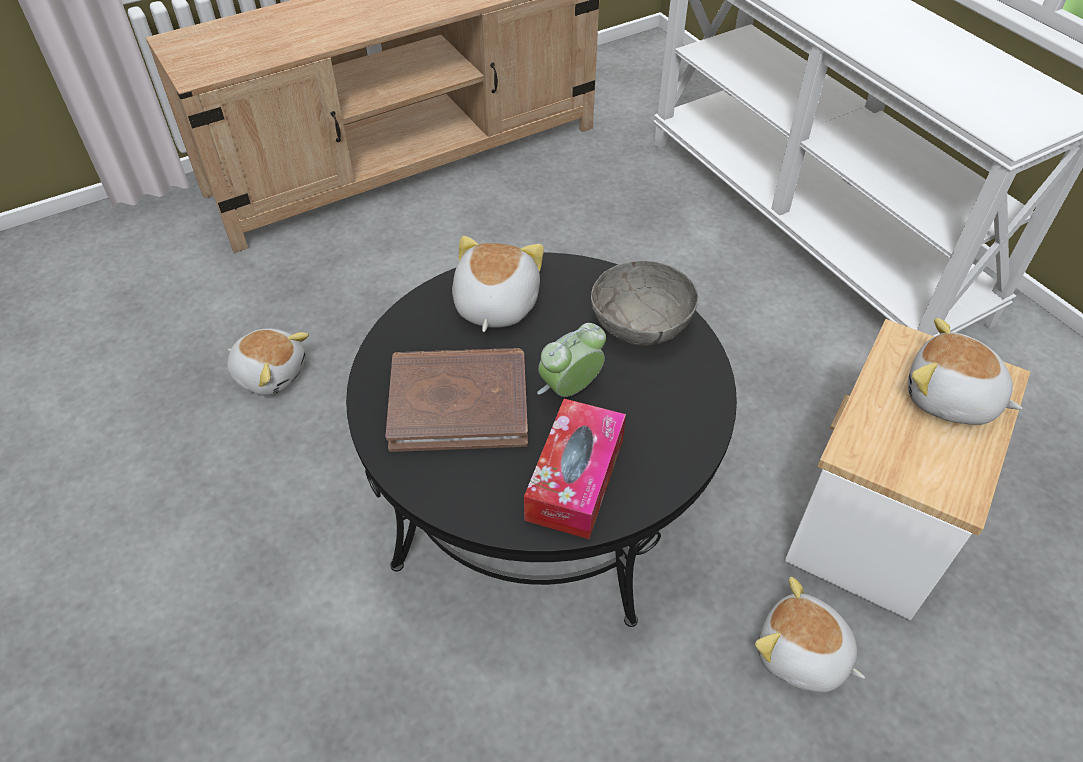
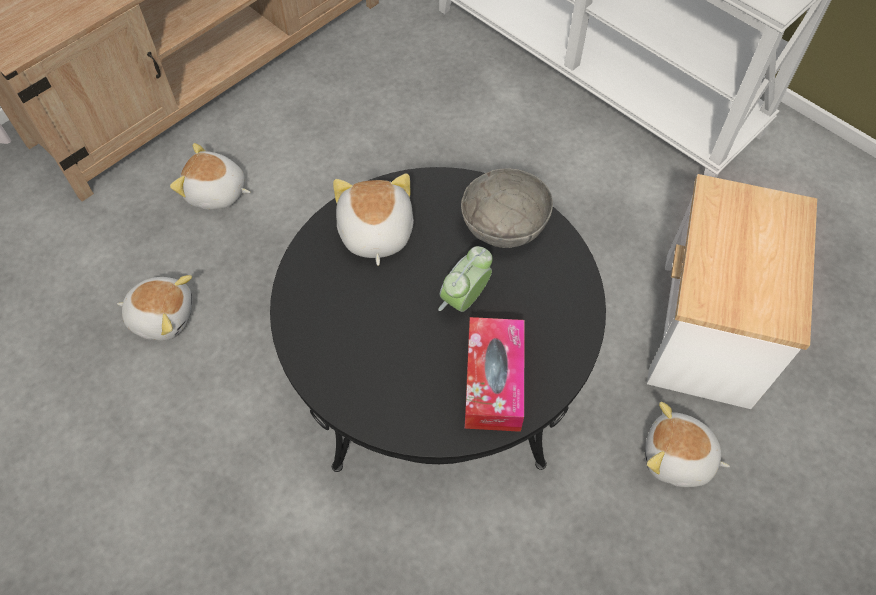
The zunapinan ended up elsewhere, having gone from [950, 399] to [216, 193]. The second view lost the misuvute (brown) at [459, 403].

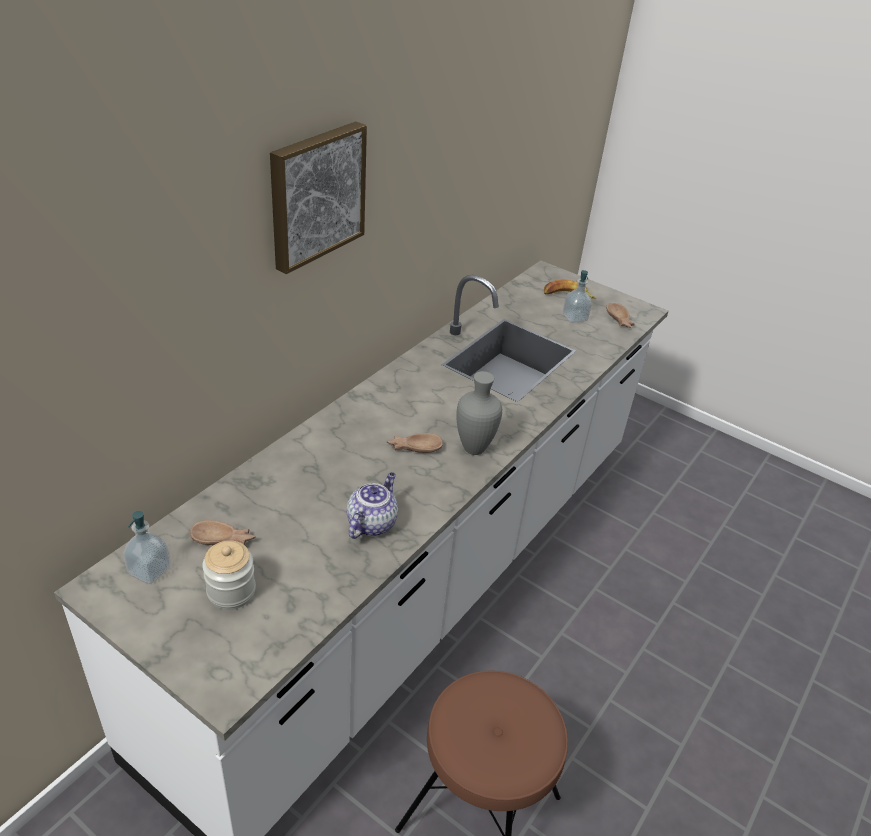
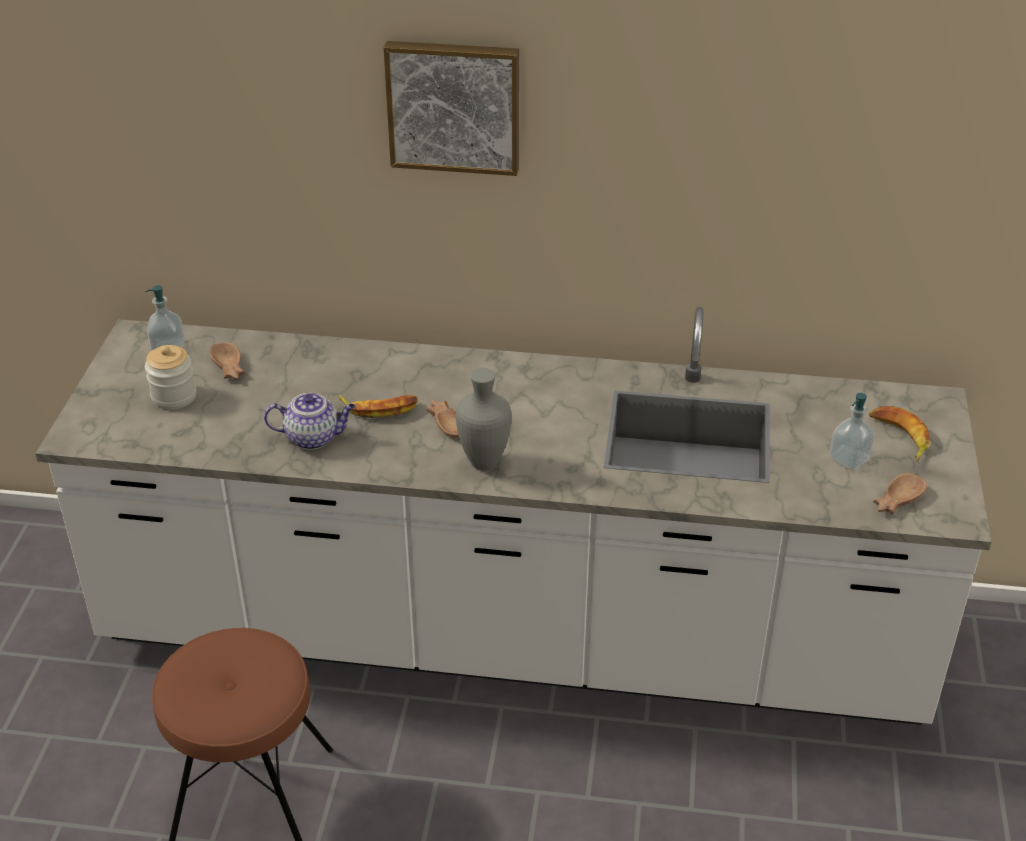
The second view gained the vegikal at [379, 408].

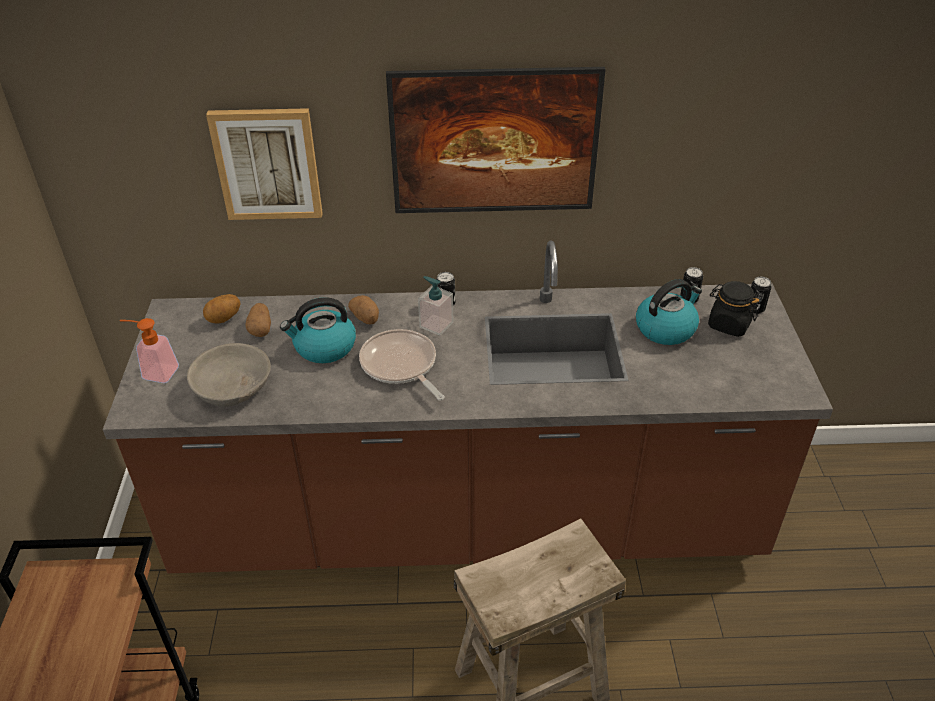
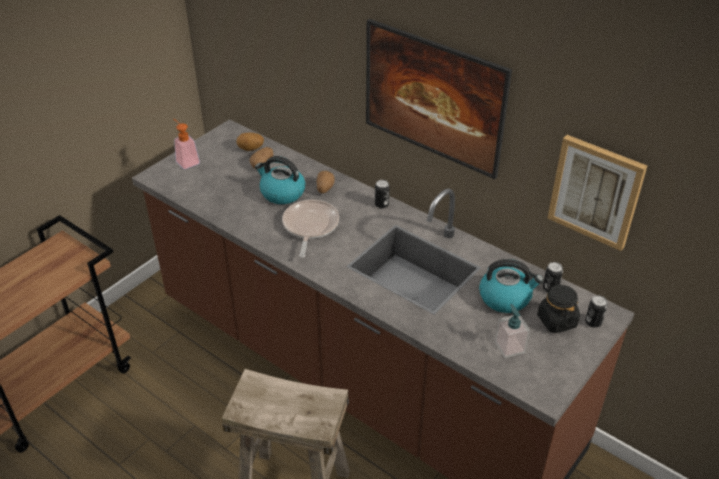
The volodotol ended up elsewhere, having gone from [267, 164] to [596, 191]. The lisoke ended up elsewhere, having gone from [436, 324] to [509, 347]. The second view lost the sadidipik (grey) at [233, 387].

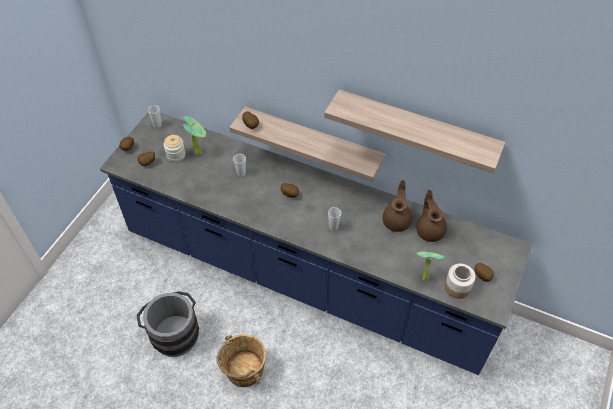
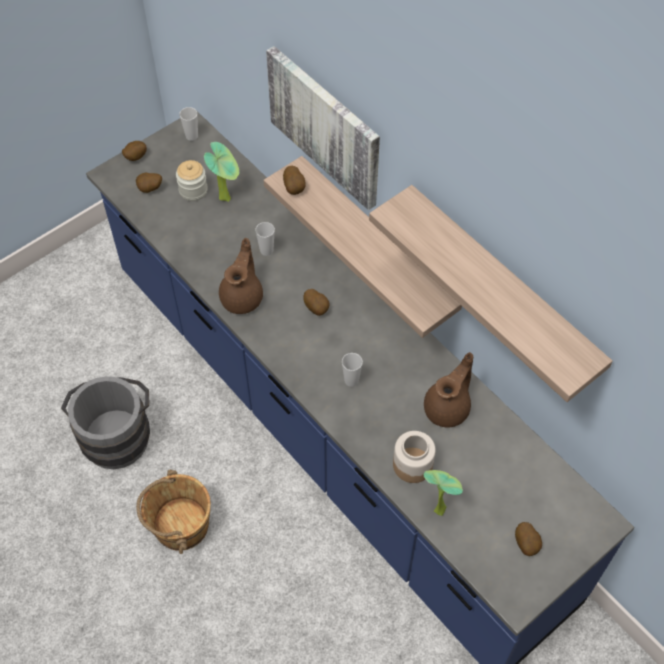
The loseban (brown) ended up elsewhere, having gone from [430, 230] to [243, 297]. The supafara ended up elsewhere, having gone from [457, 287] to [412, 464]. The second view gained the volodotol at [325, 126].

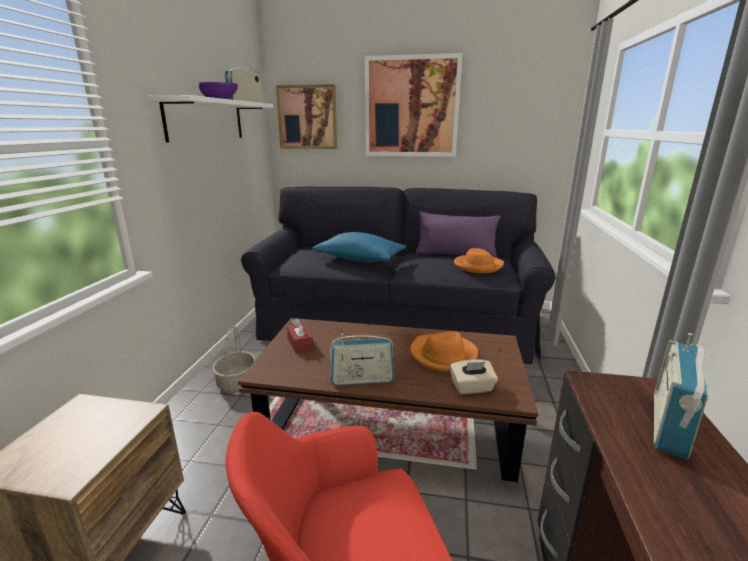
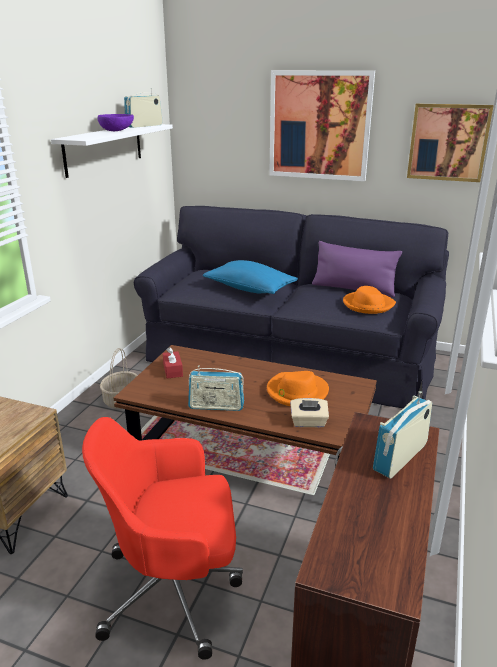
The volodotol ended up elsewhere, having gone from [307, 117] to [448, 142].

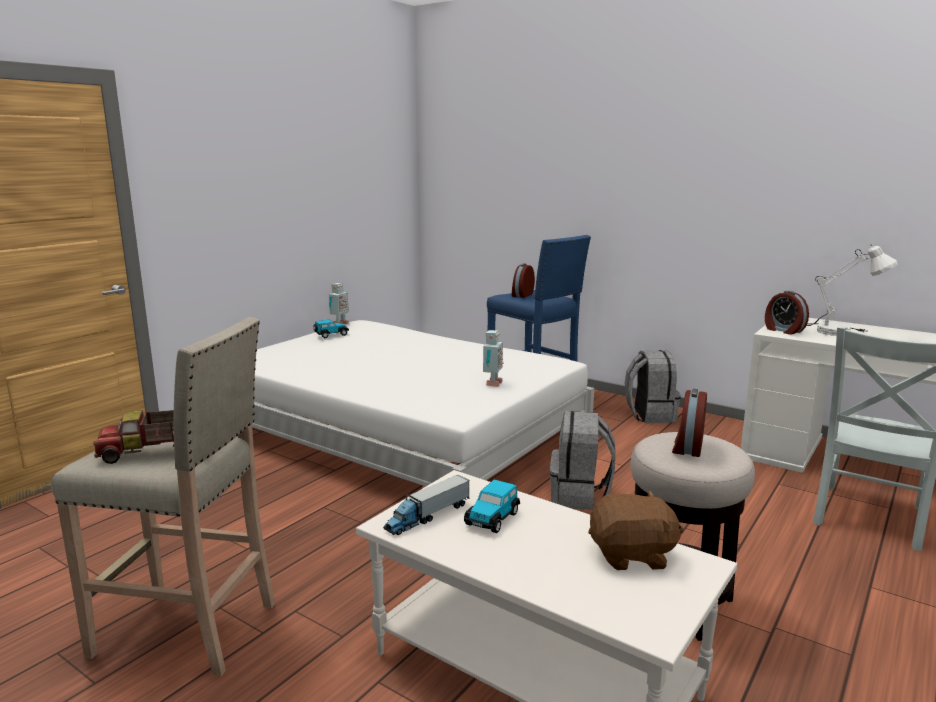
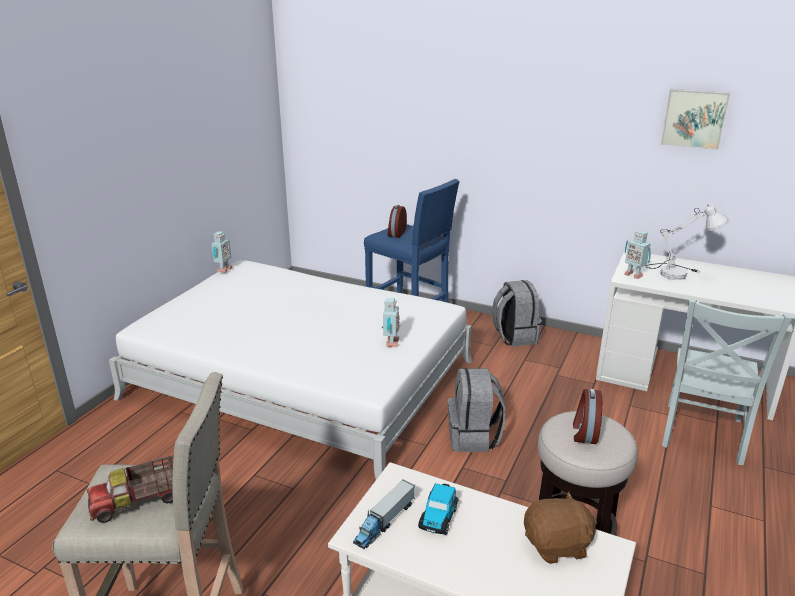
Where the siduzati stood at [783, 330], the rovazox came to stand at [633, 275]. The second view lost the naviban at [331, 335]. The second view gained the volodotol at [694, 118].

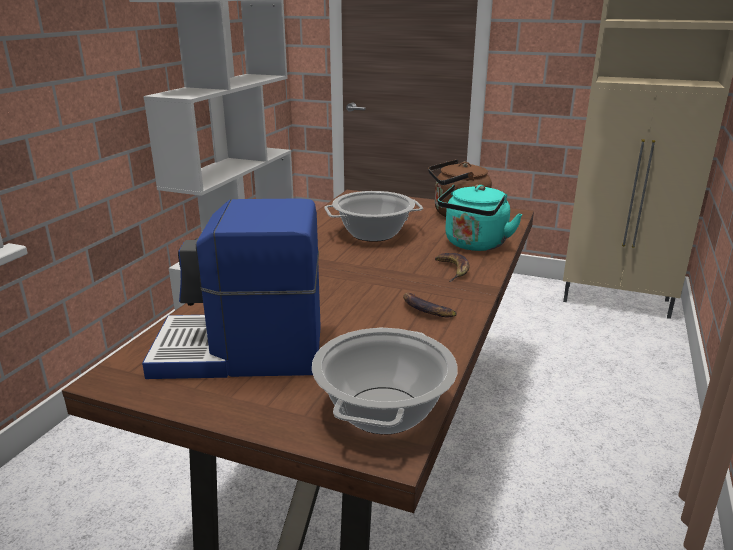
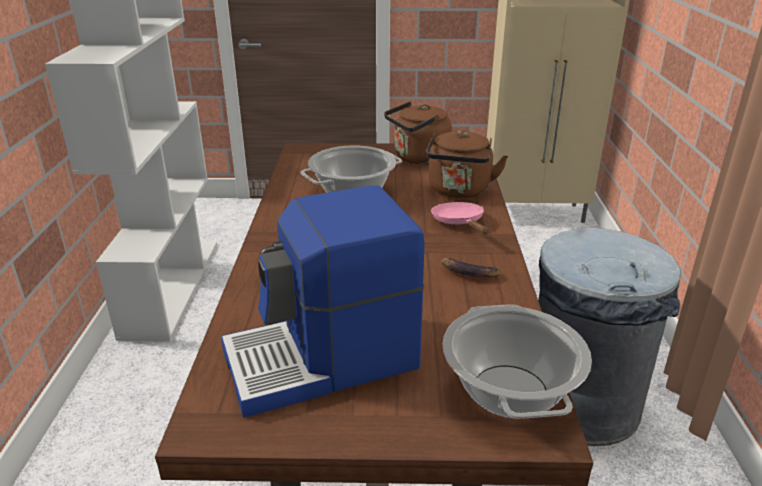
What was the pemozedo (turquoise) at [474, 245] turned into the pemozedo (brown) at [459, 191]. Where the vegikal stood at [452, 270], the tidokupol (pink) came to stand at [459, 223]. The second view gained the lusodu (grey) at [582, 404].

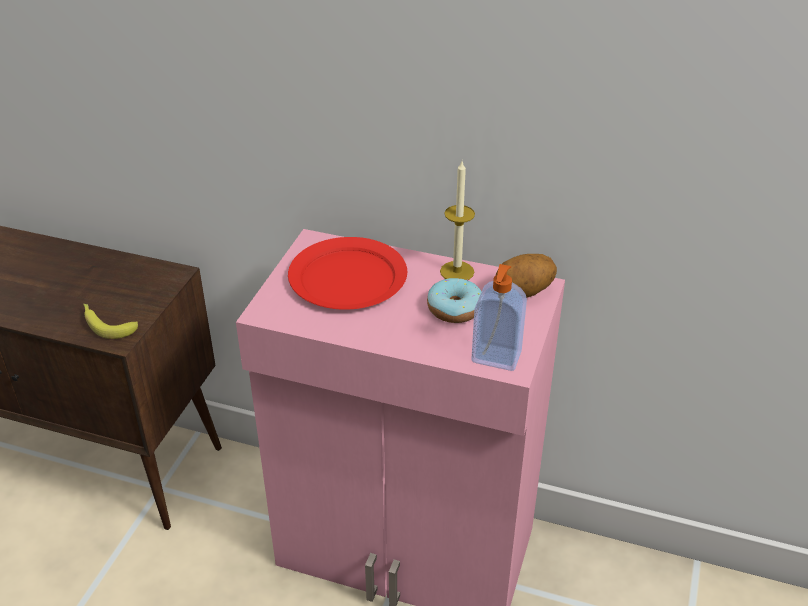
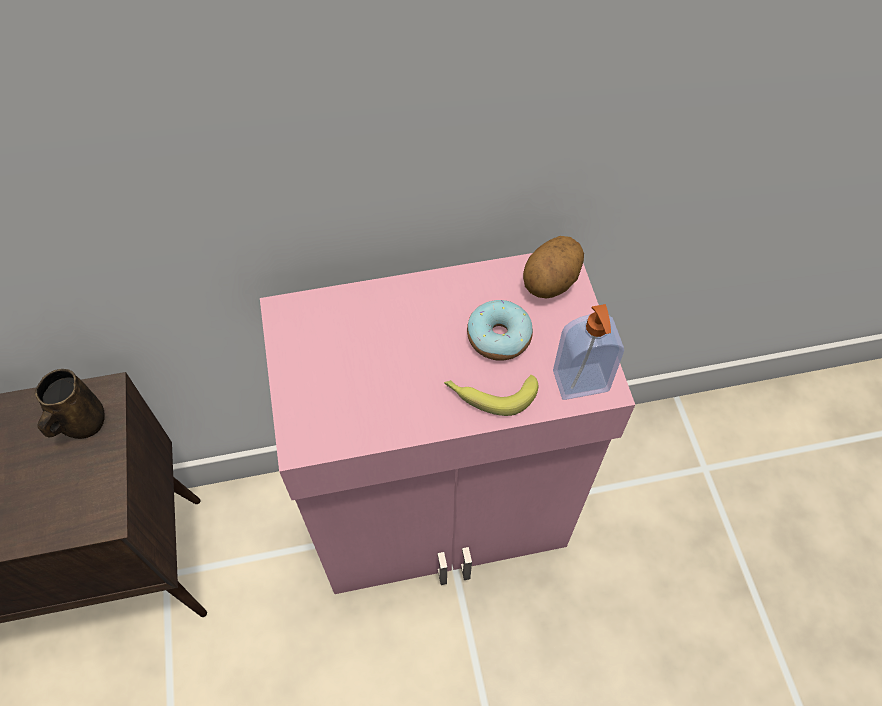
The second view lost the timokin at [457, 271]. The second view lost the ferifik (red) at [347, 278]. The vegikal ended up elsewhere, having gone from [106, 324] to [489, 394]. The second view gained the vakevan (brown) at [82, 423].

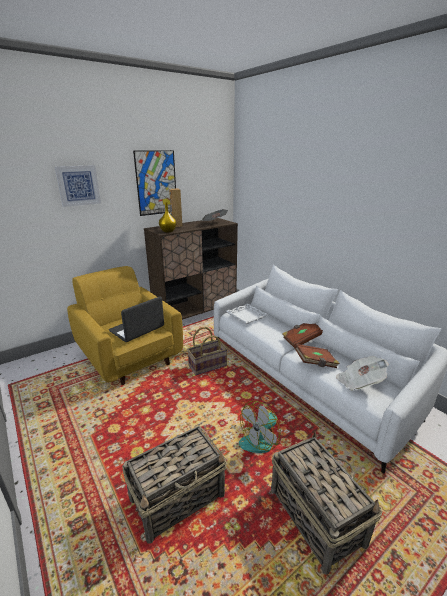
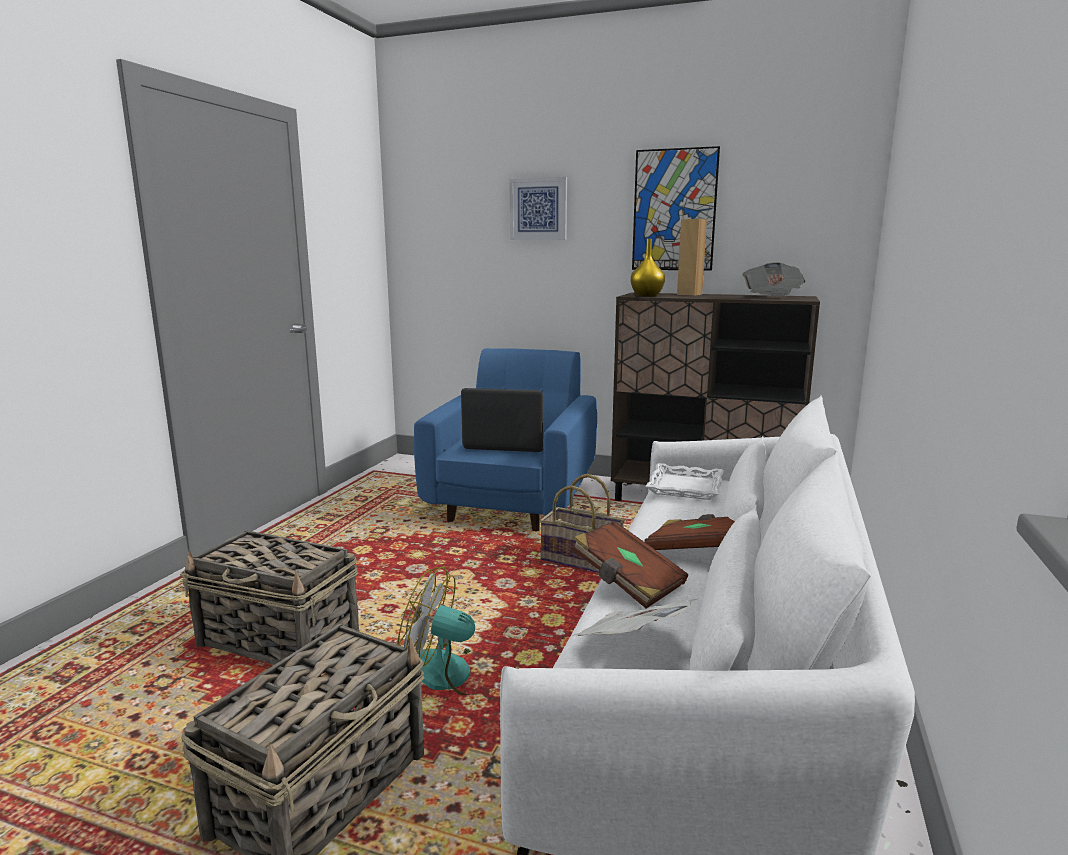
What was the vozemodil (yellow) at [129, 356] turned into the vozemodil (blue) at [514, 501].

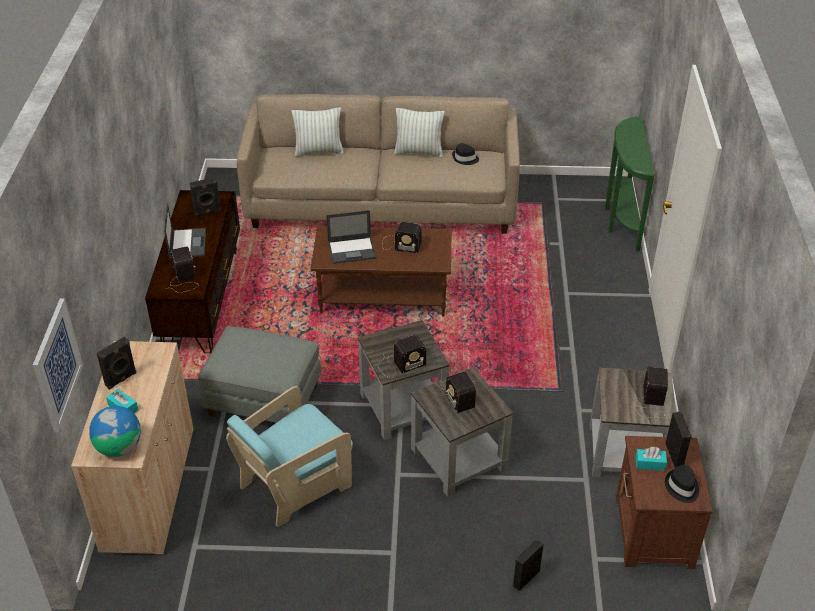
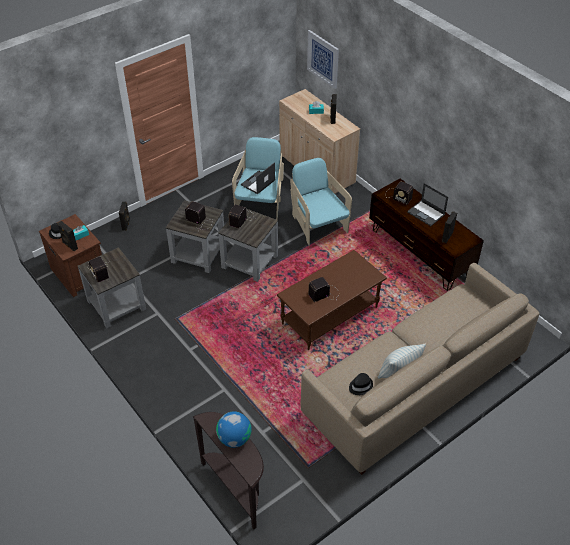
The second view lost the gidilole at [319, 151]. What was the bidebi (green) at [621, 221] turned into the bidebi (brown) at [236, 488]. The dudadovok ended up elsewhere, having gone from [352, 250] to [257, 183]. Where the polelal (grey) stood at [263, 401], the vozemodil (turquoise) came to stand at [318, 225]. The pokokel ended up elsewhere, having gone from [119, 447] to [234, 438].

